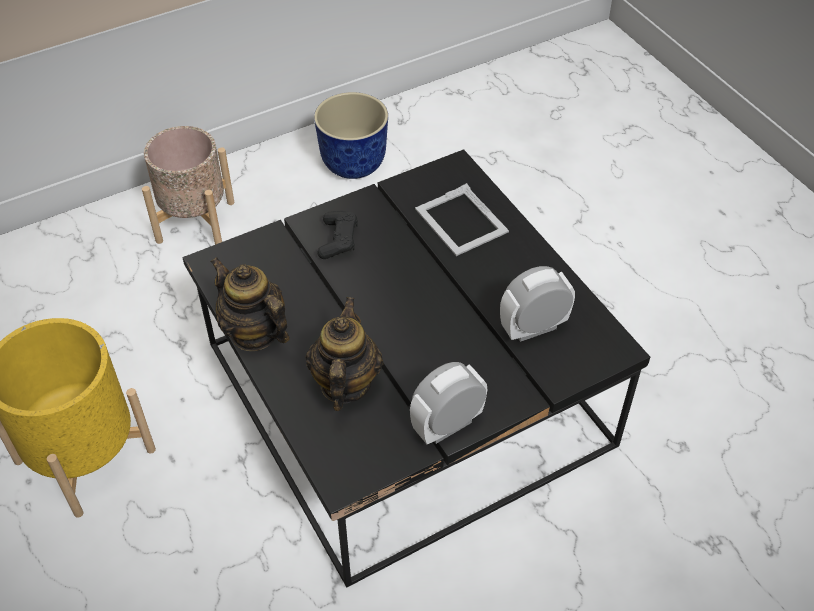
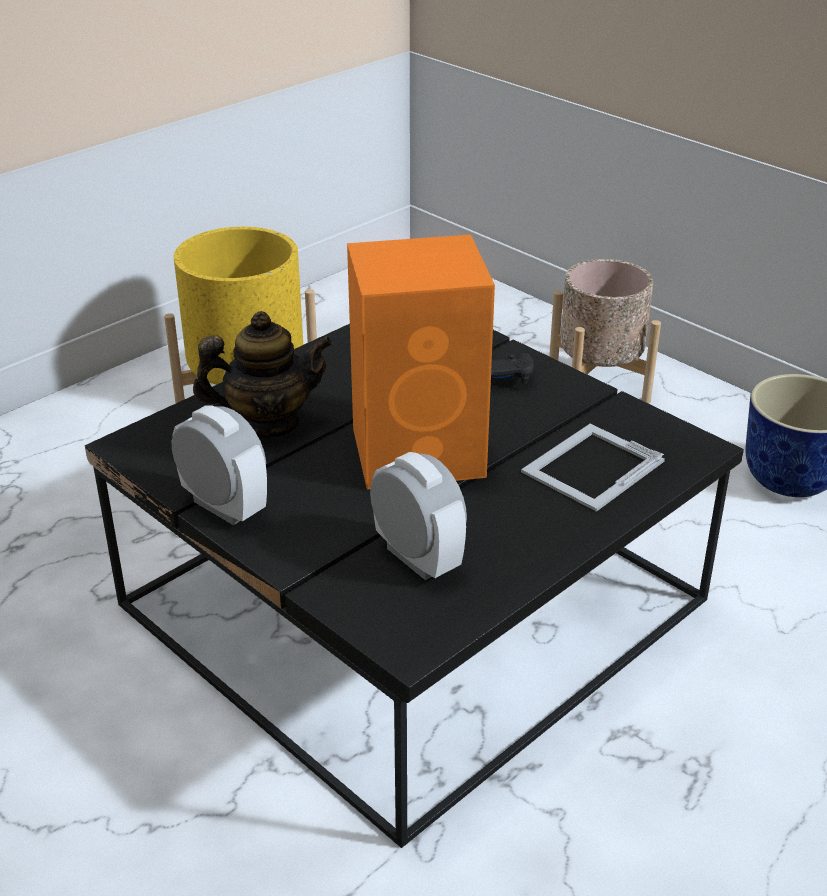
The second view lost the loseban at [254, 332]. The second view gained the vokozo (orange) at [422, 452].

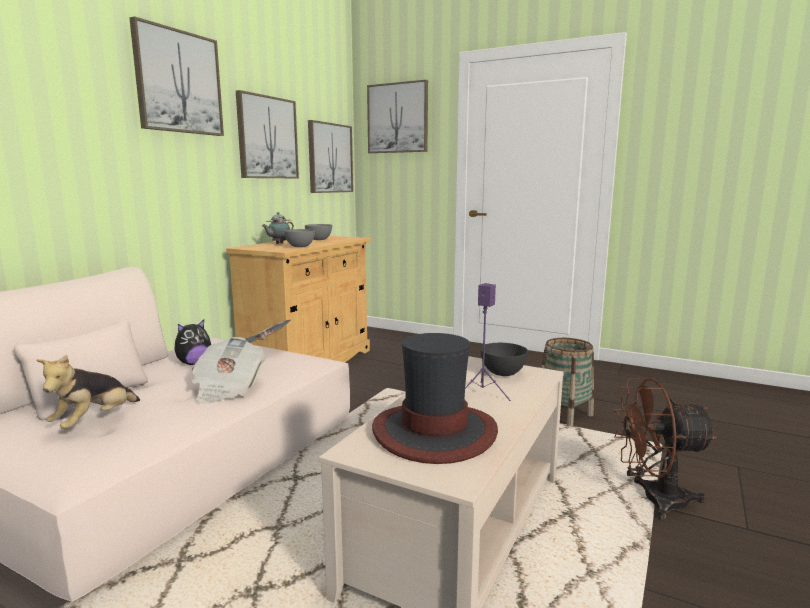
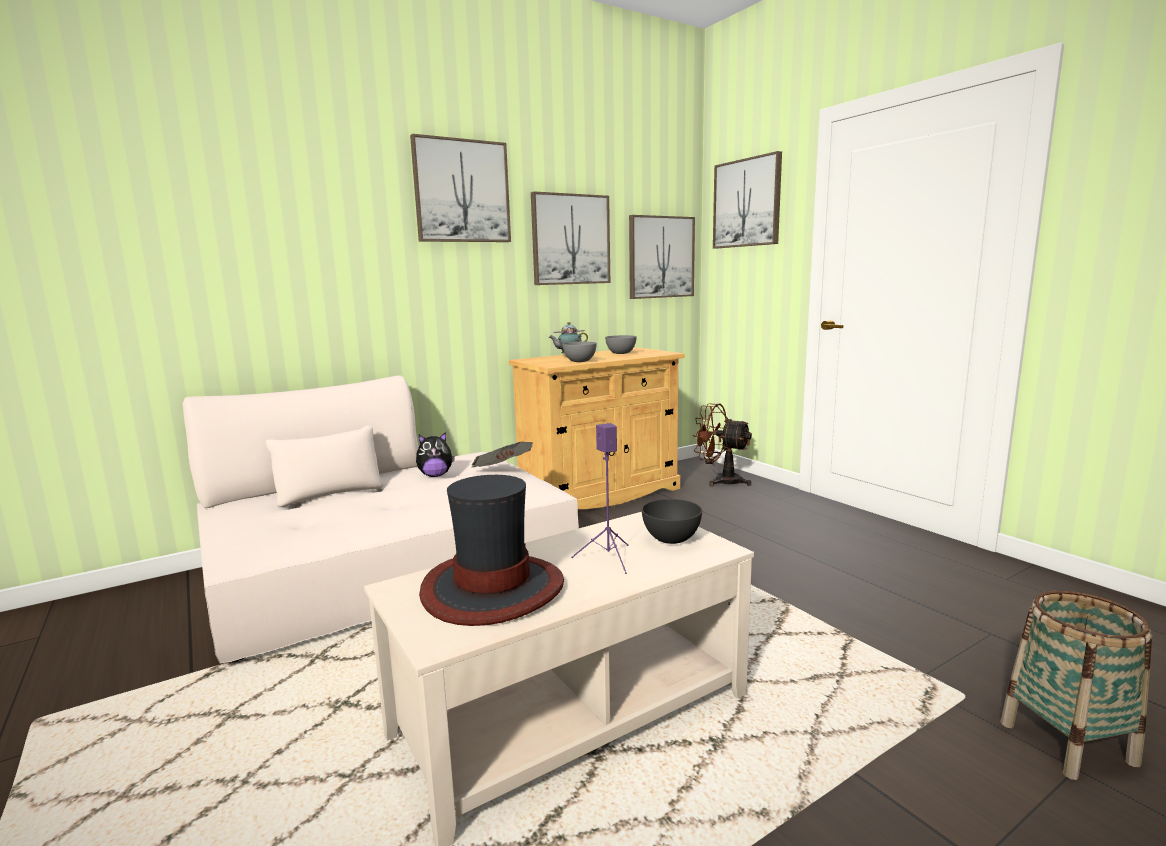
The second view lost the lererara at [227, 388]. The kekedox ended up elsewhere, having gone from [564, 414] to [1067, 743]. The second view lost the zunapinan at [94, 421]. The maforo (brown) ended up elsewhere, having gone from [653, 499] to [720, 480].

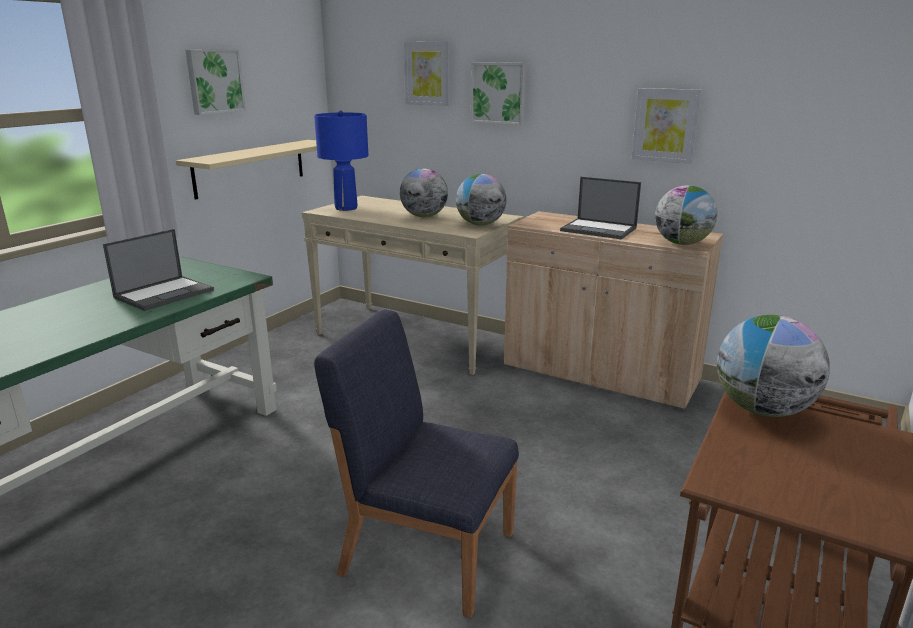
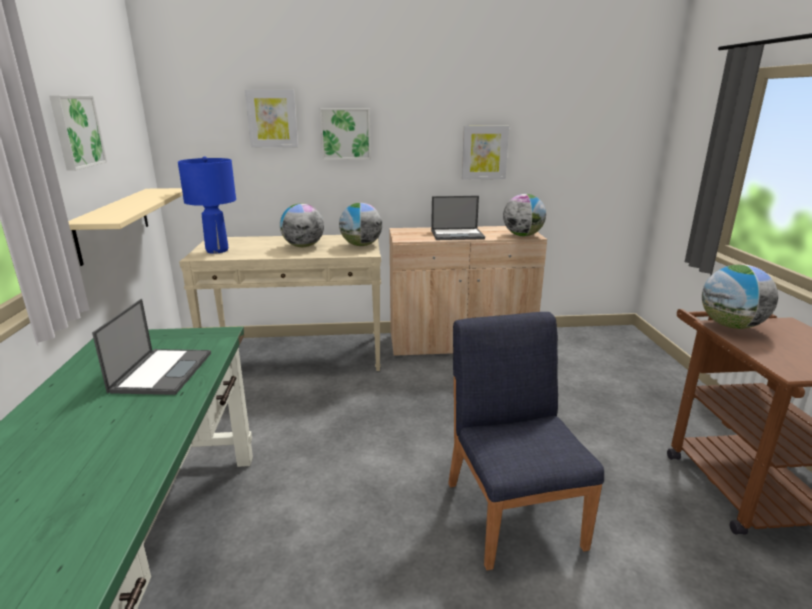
The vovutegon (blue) at [426, 551] ended up facing another way, 90 degrees clockwise from before.

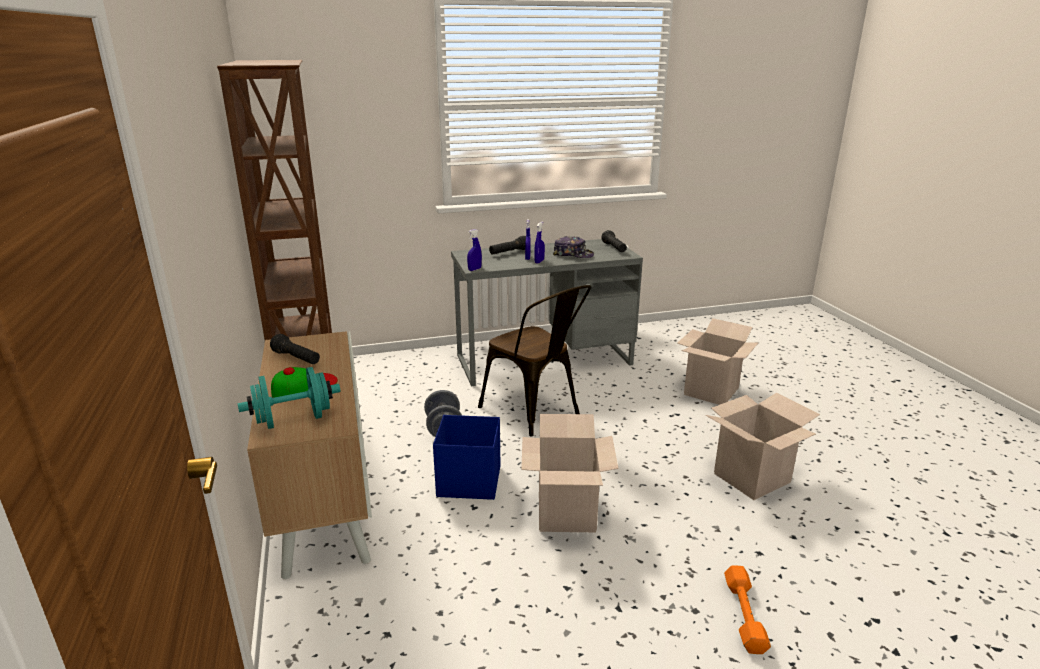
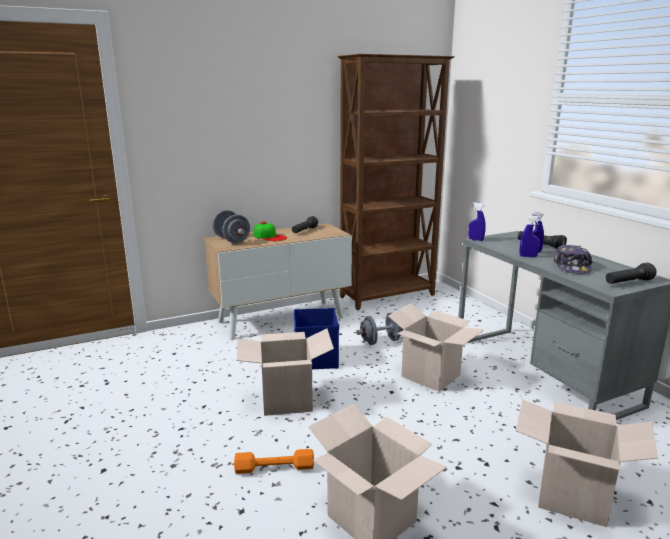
Where the vovutegon (brown) stood at [535, 412], the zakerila came to stand at [431, 376]. What was the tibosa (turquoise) at [293, 420] turned into the tibosa (grey) at [231, 240]. The tibosa (orange) ended up elsewhere, having gone from [744, 615] to [274, 467].

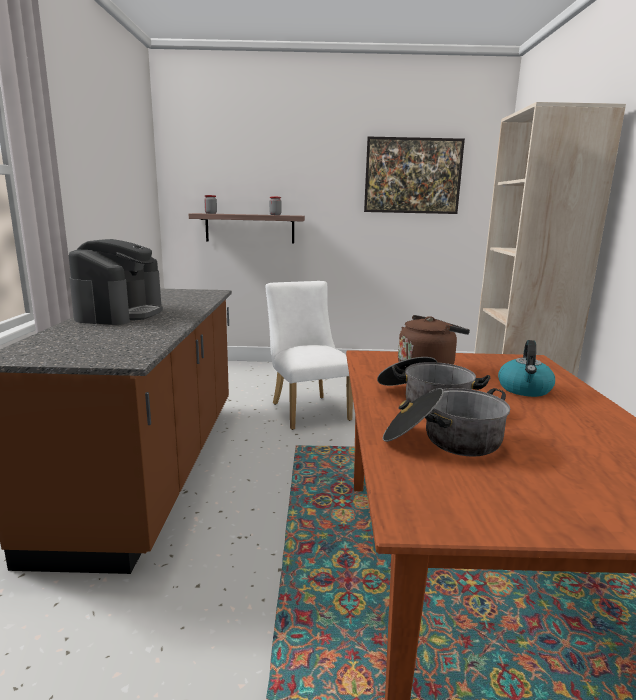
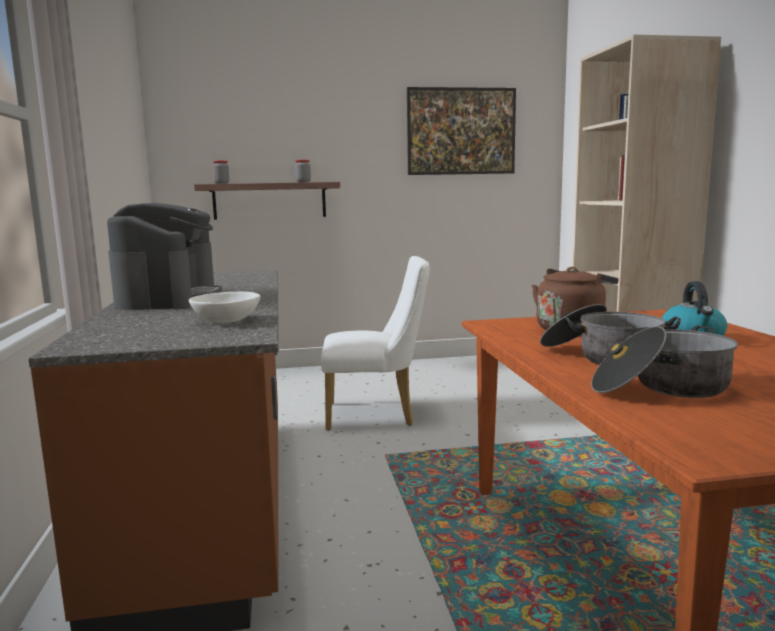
The vovutegon (white) at [307, 409] ended up facing another way, 120 degrees clockwise from before. The second view gained the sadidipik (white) at [226, 321].

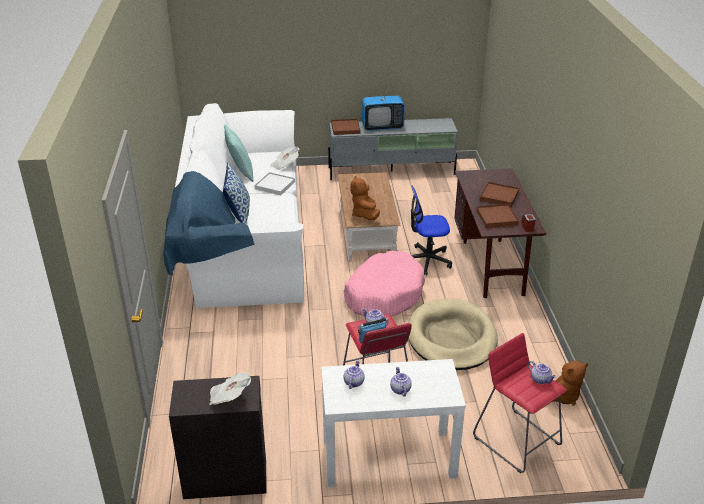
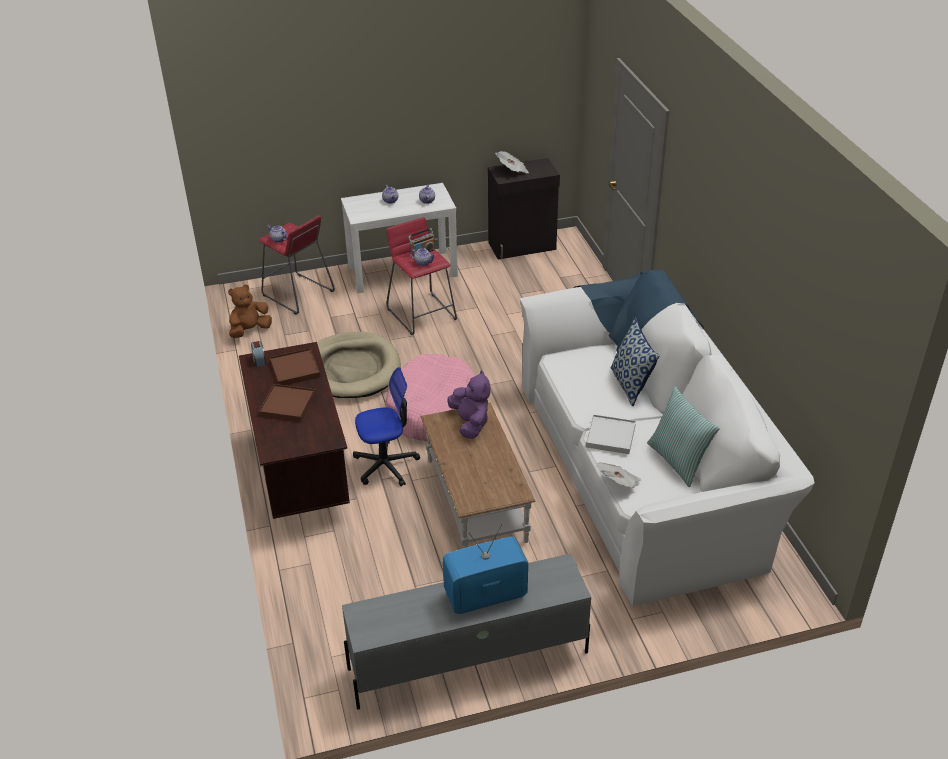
The second view lost the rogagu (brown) at [345, 128]. What was the zunapinan (brown) at [365, 214] turned into the zunapinan (purple) at [470, 423].

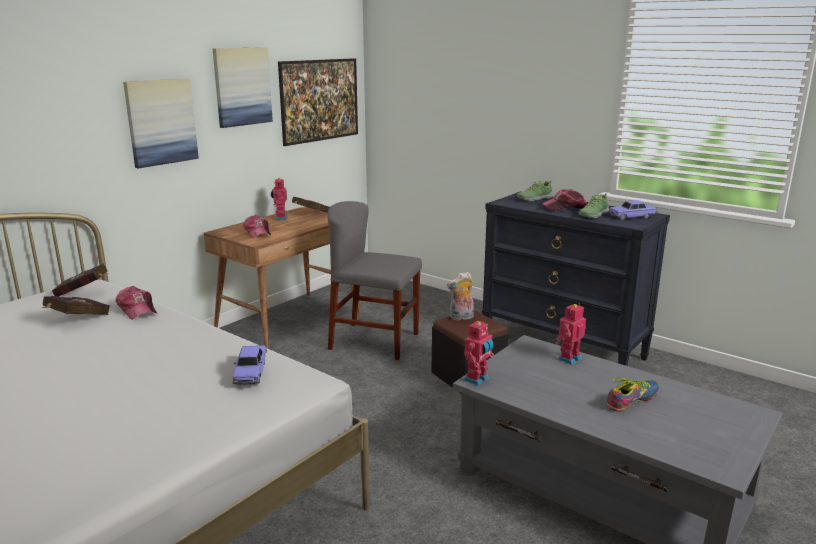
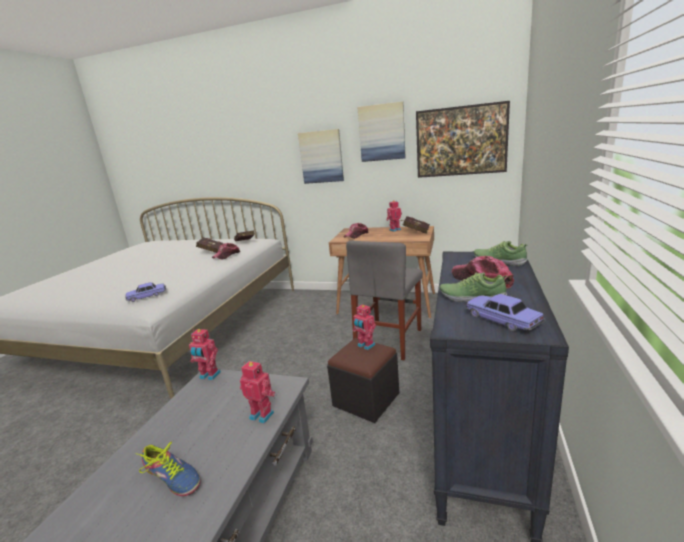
The vovutegon (grey) at [374, 341] ended up facing another way, 150 degrees counterclockwise from before. Where the zunapinan stood at [461, 318], the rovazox came to stand at [365, 346].

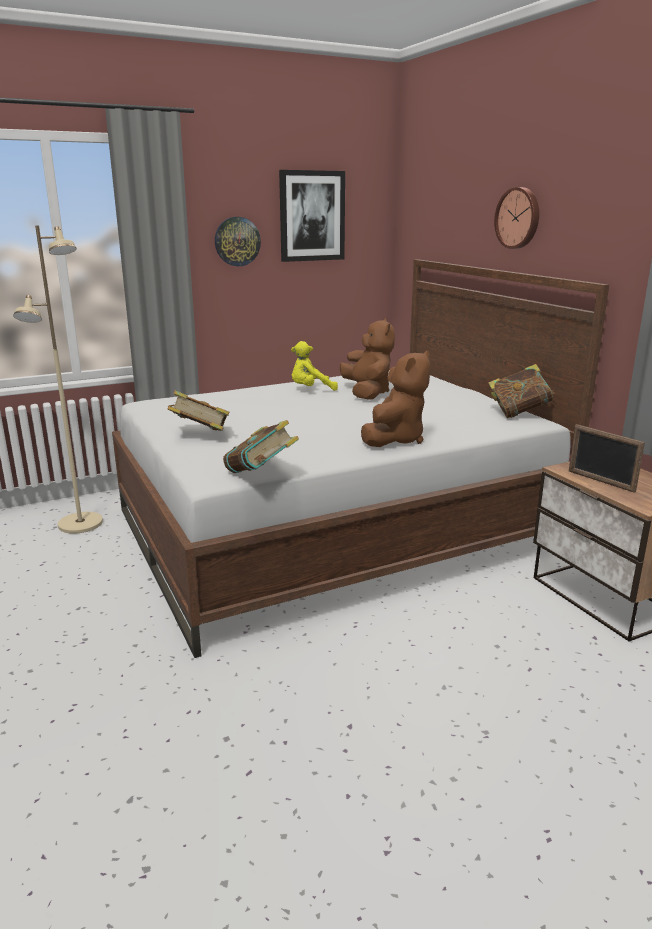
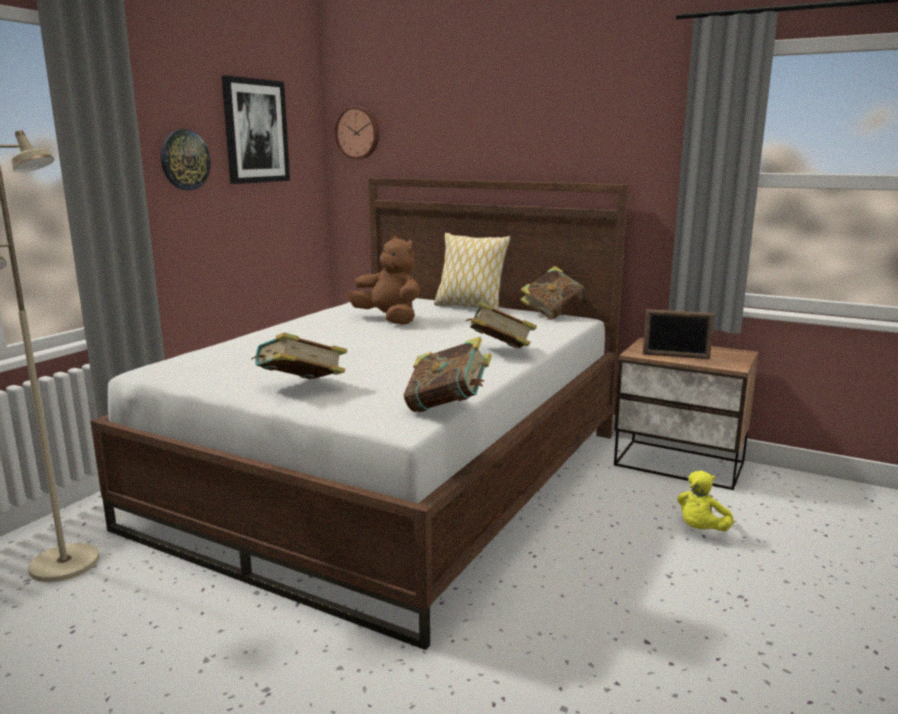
The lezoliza ended up elsewhere, having gone from [518, 218] to [358, 133]. The zunapinan (yellow) ended up elsewhere, having gone from [311, 390] to [701, 530]. Where the zunapinan (brown) stood at [395, 439], the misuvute came to stand at [499, 352]. The second view gained the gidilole at [470, 307].

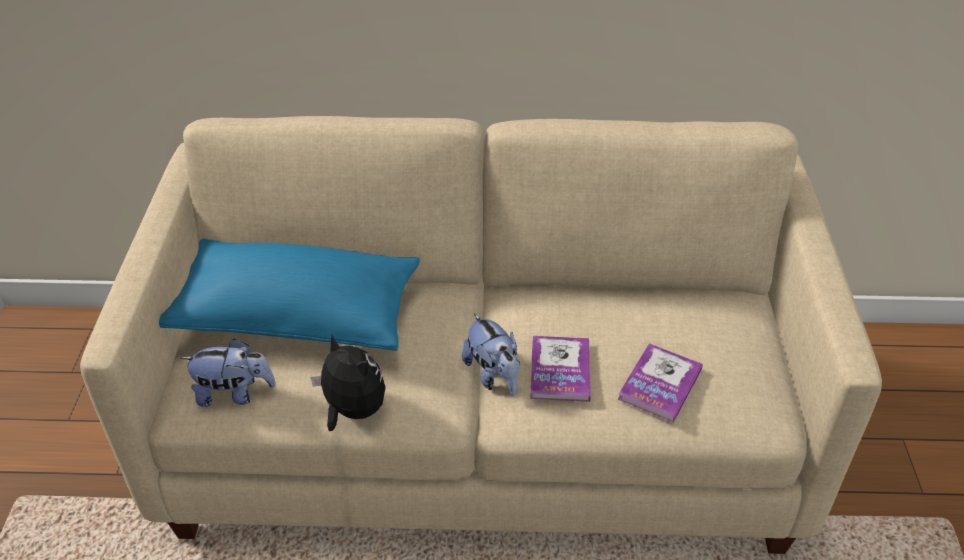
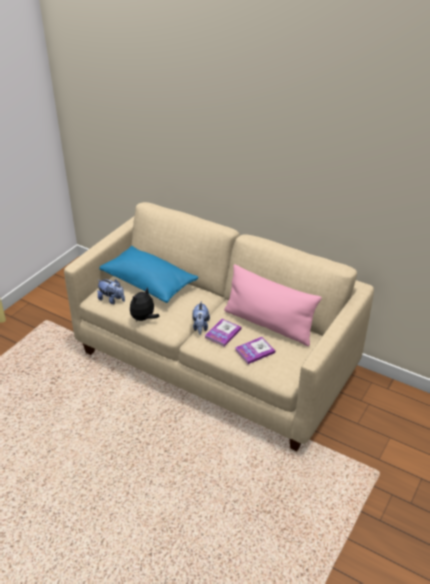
The zunapinan at [352, 410] ended up facing another way, 120 degrees counterclockwise from before. The second view gained the gidilole (pink) at [268, 324].

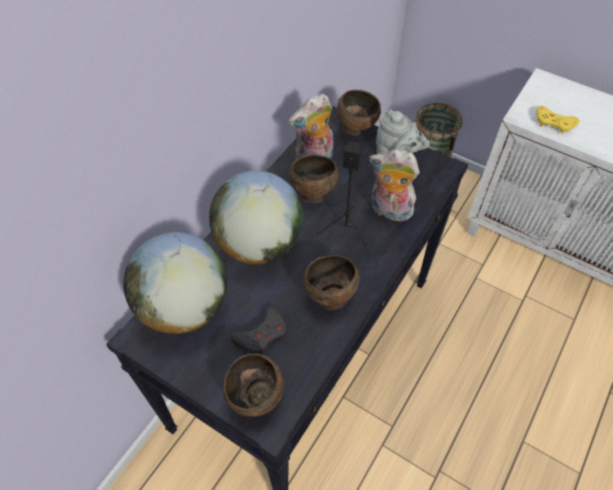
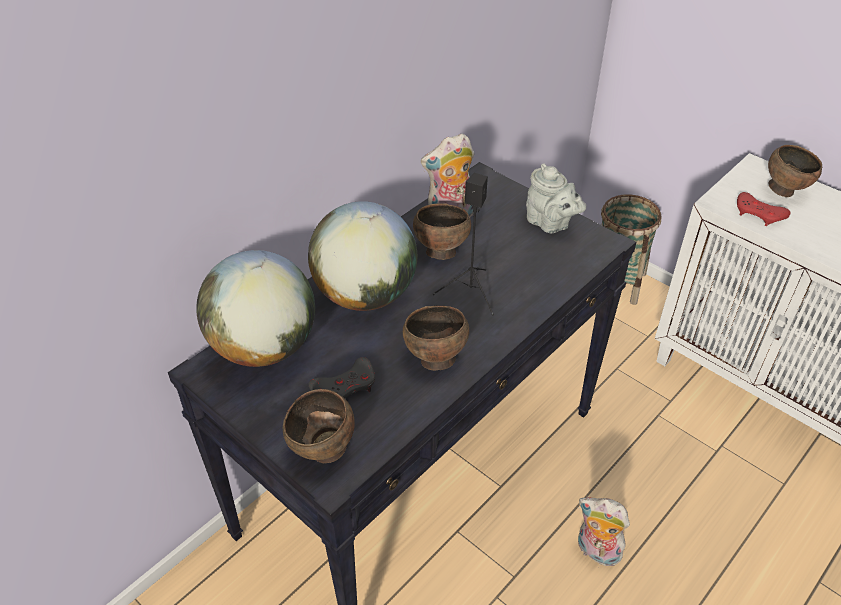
The sadidipik (brown) ended up elsewhere, having gone from [356, 128] to [784, 190]. What was the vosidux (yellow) at [554, 123] turned into the vosidux (red) at [759, 213]. The zunapinan ended up elsewhere, having gone from [389, 211] to [596, 551].

